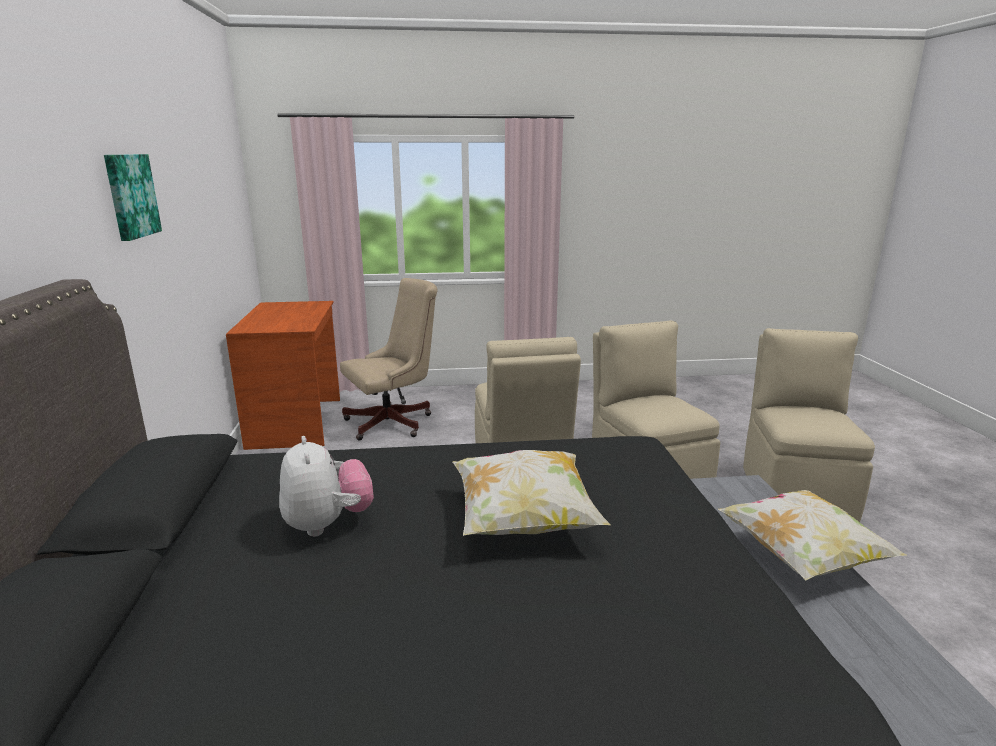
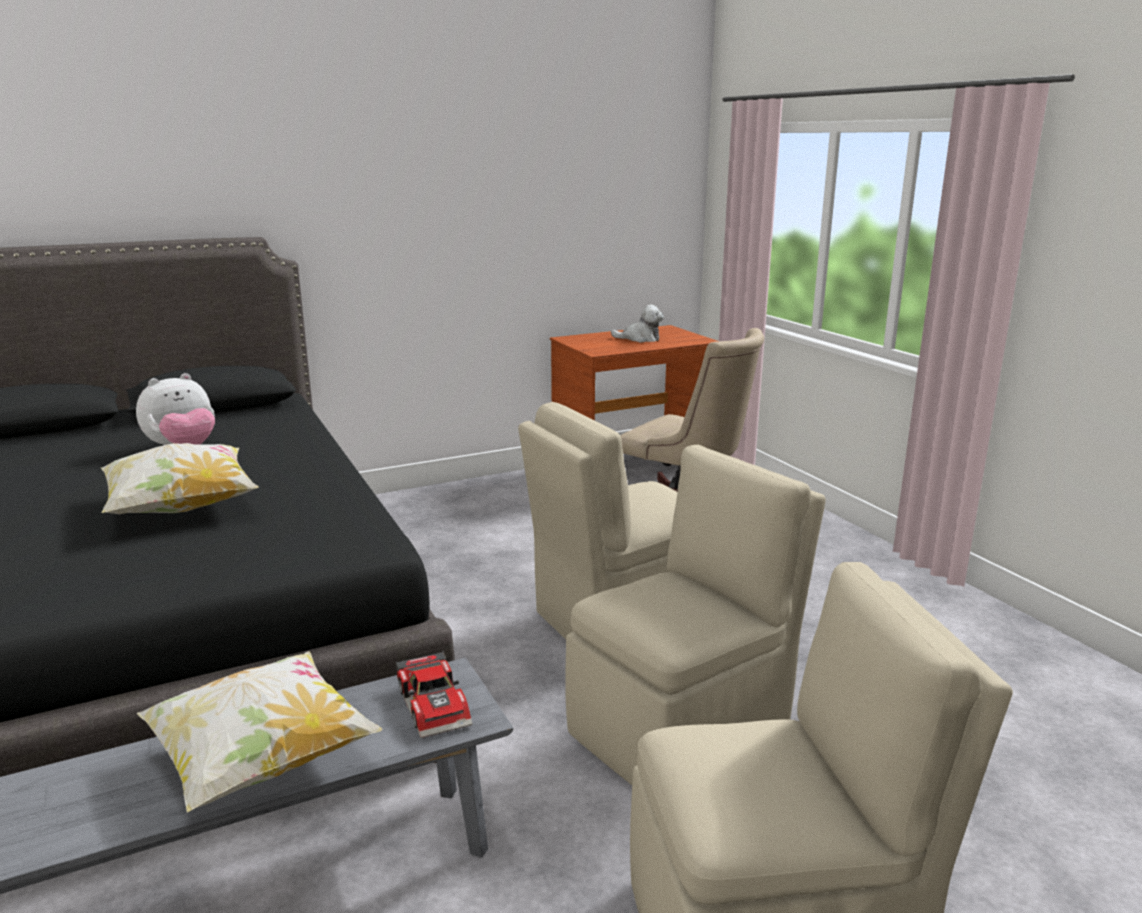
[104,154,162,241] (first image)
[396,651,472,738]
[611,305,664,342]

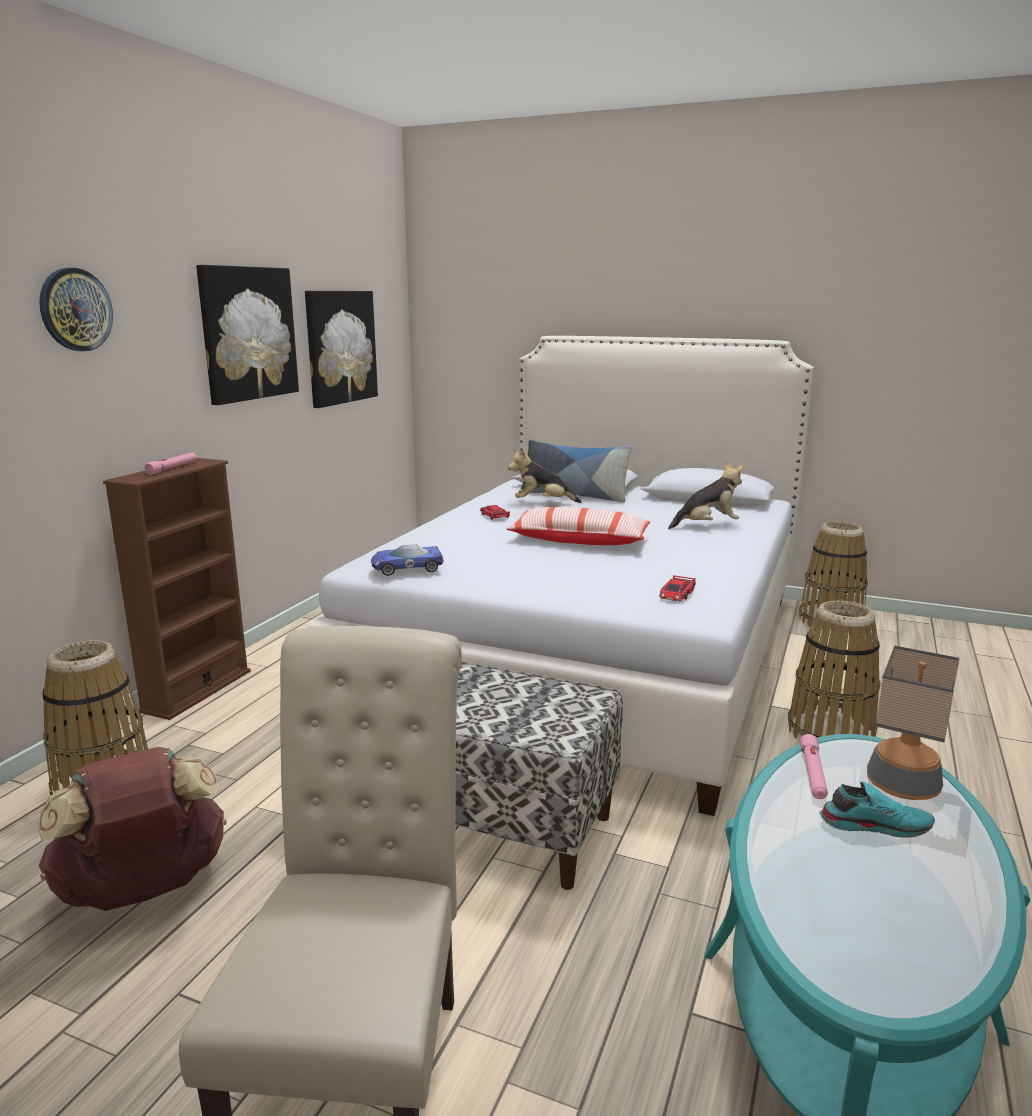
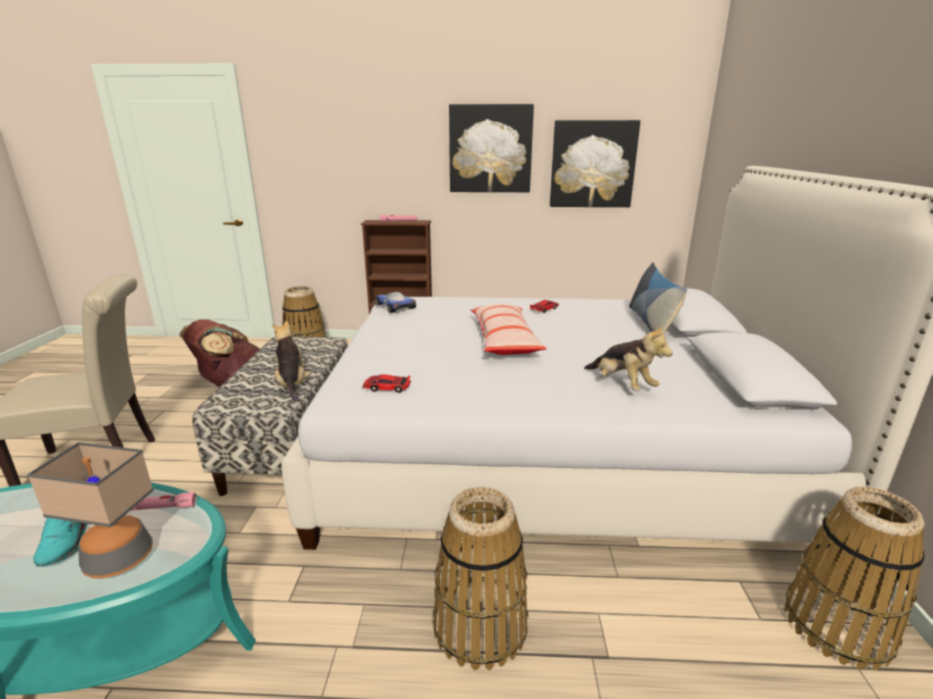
[39,268,113,351] (first image)
[272,321,311,402]

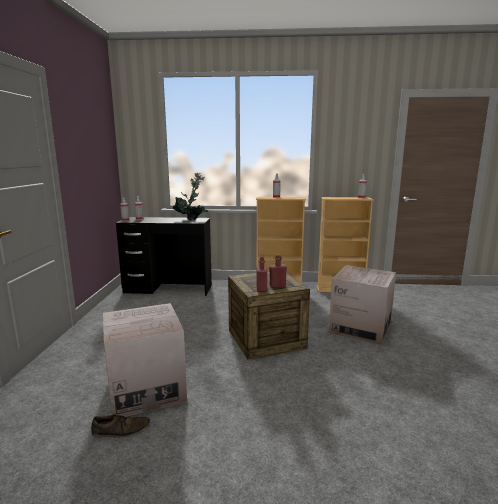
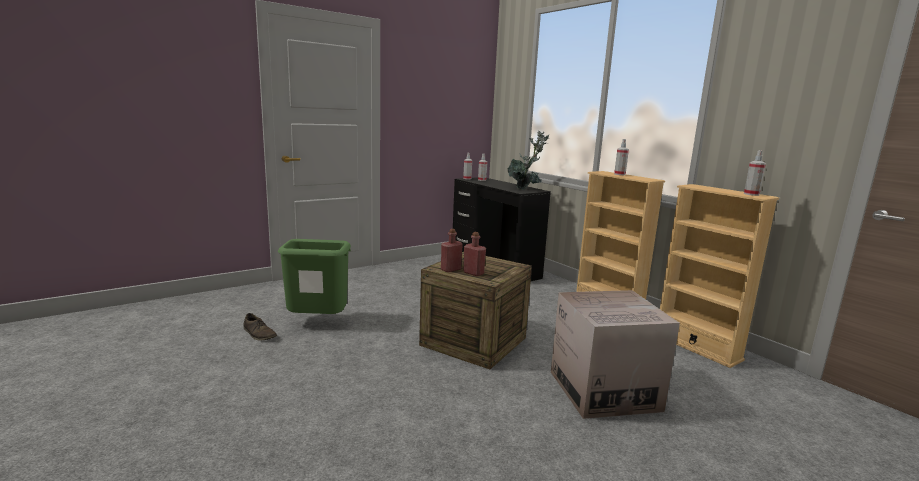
[278,239,351,314]

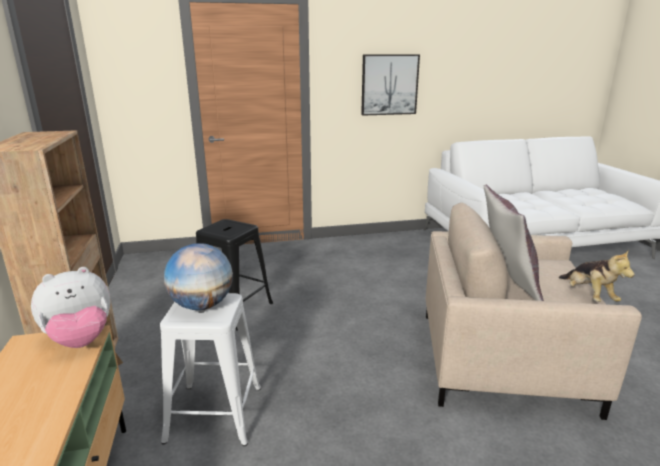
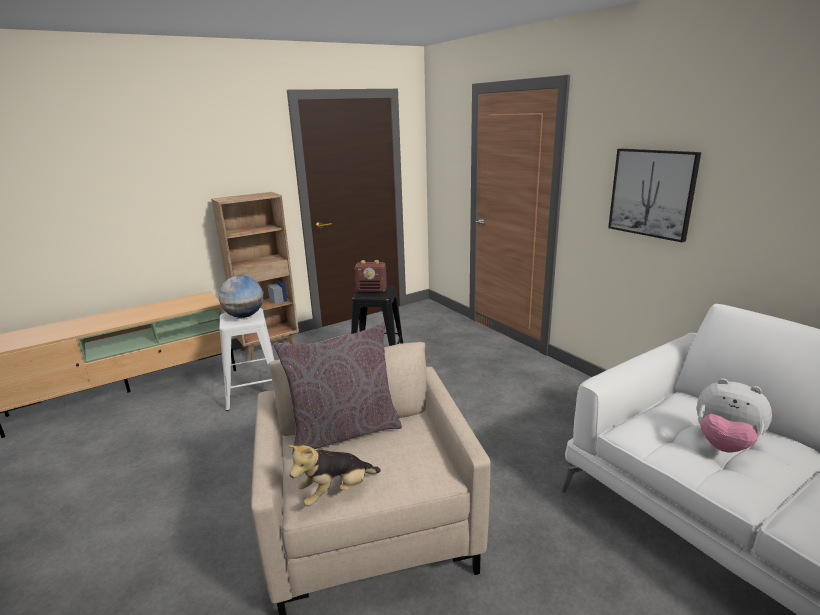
[355,260,387,293]
[697,378,772,452]

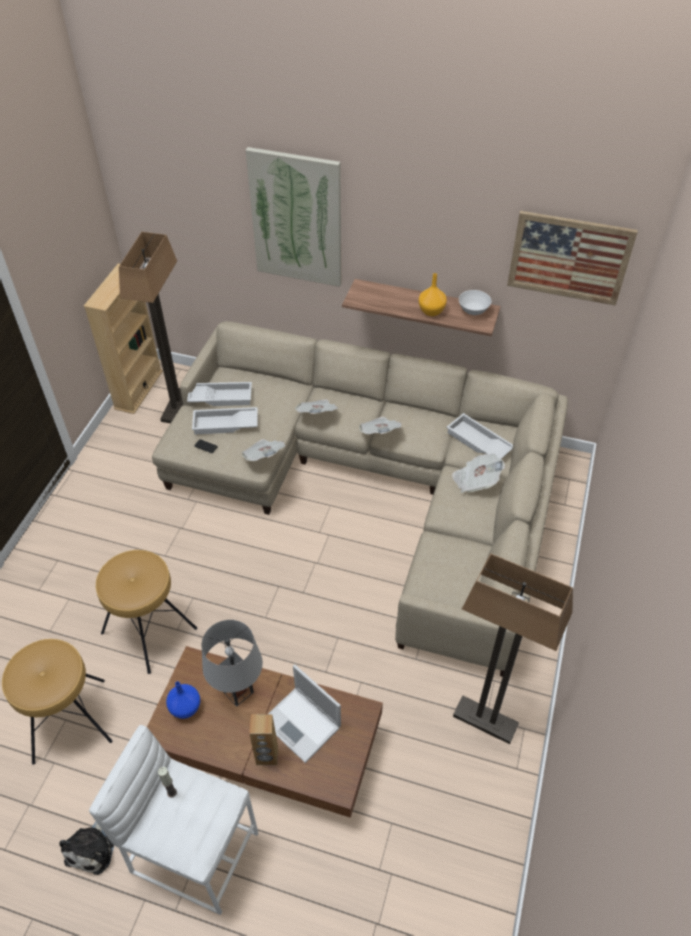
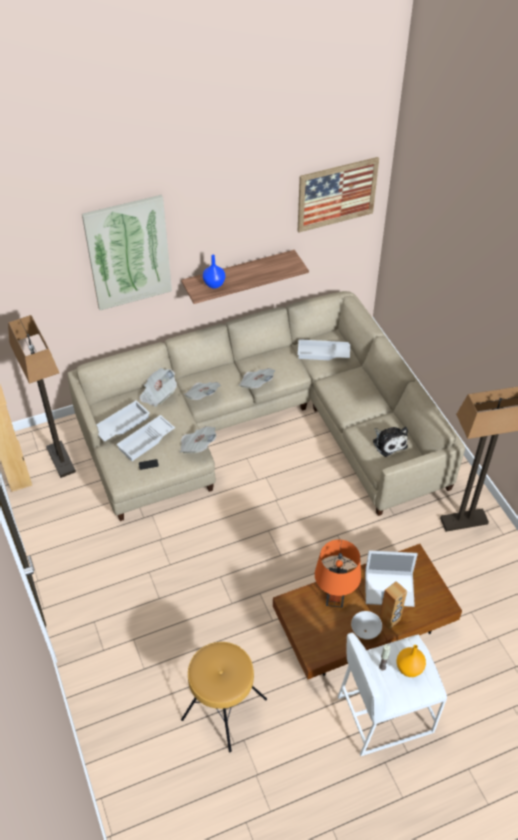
[96,550,197,674] (first image)
[373,427,408,457]
[203,255,225,289]
[397,645,426,677]
[139,368,177,407]
[351,611,382,639]
[315,540,361,608]

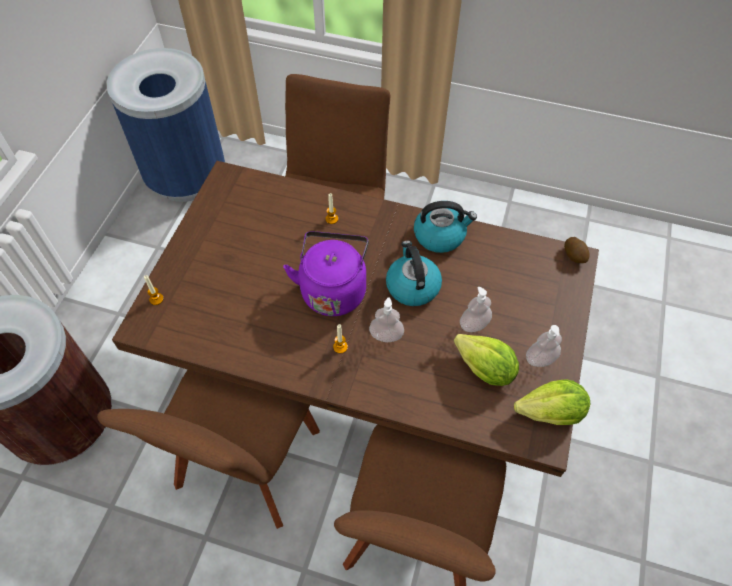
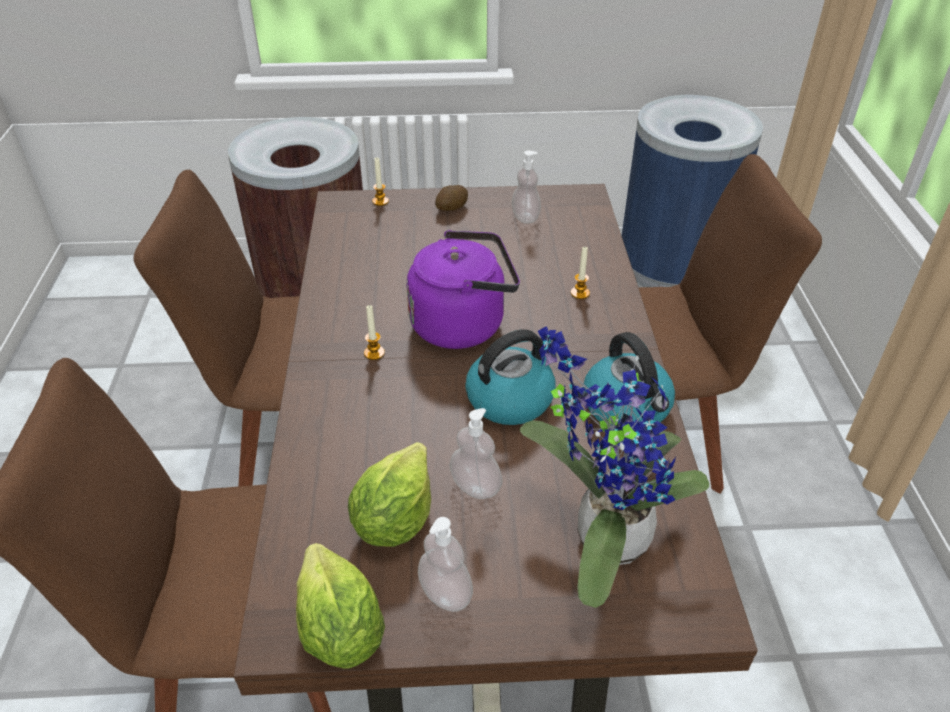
[520,326,709,608]
[512,151,541,224]
[435,185,468,211]

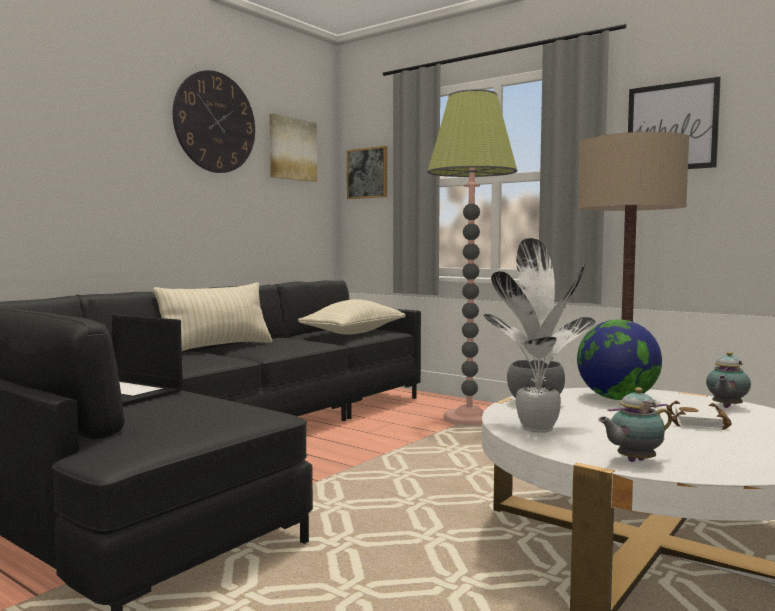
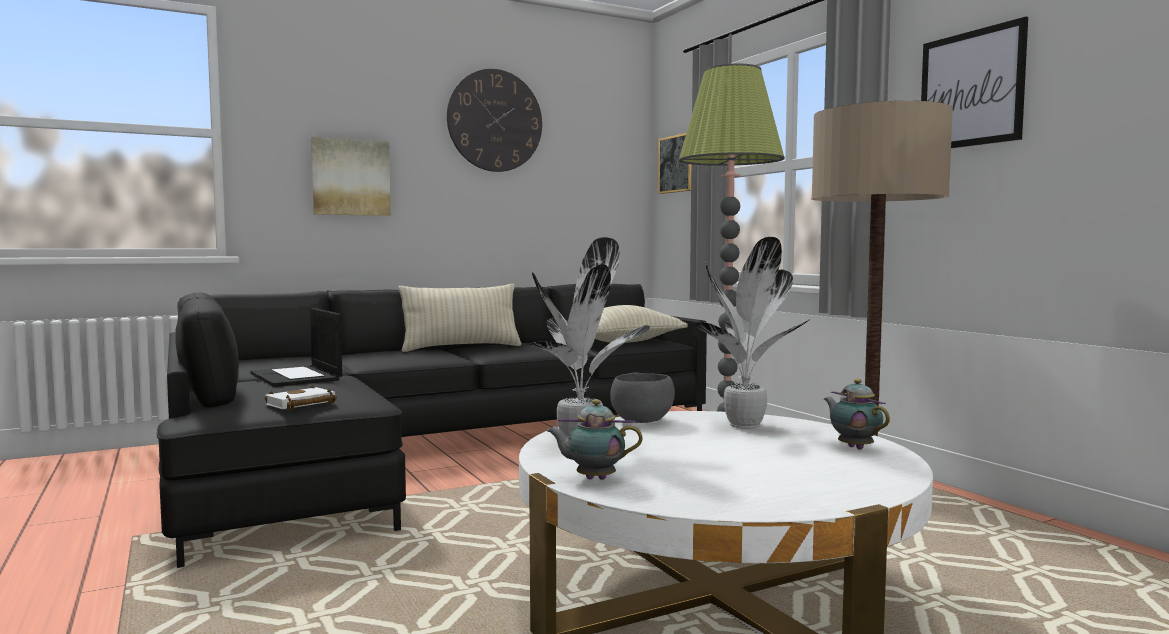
[311,137,391,216]
[265,385,337,410]
[695,237,810,429]
[824,379,890,450]

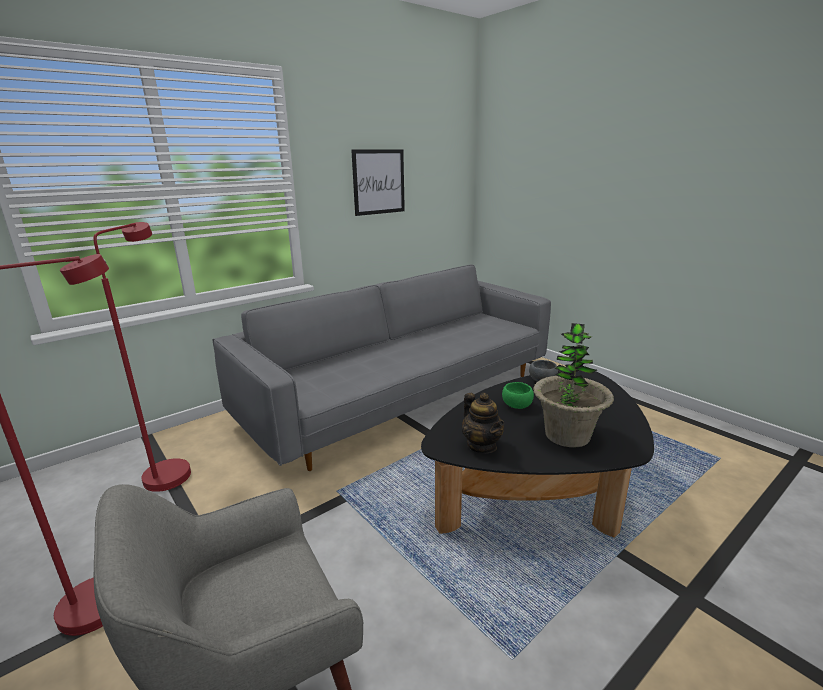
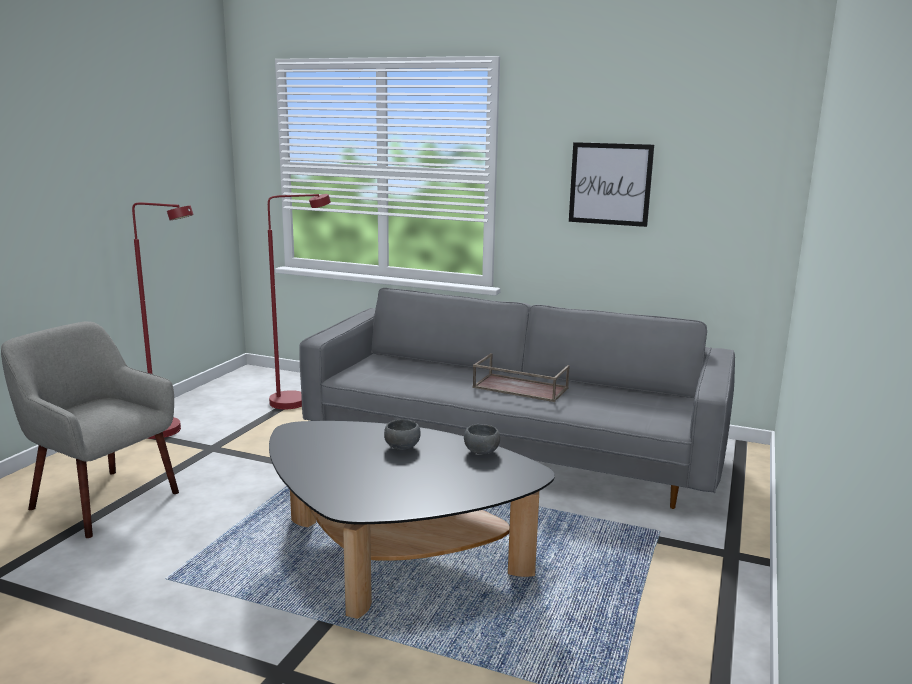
[462,393,504,453] (first image)
[533,323,614,448] (first image)
[472,353,570,402]
[384,419,420,450]

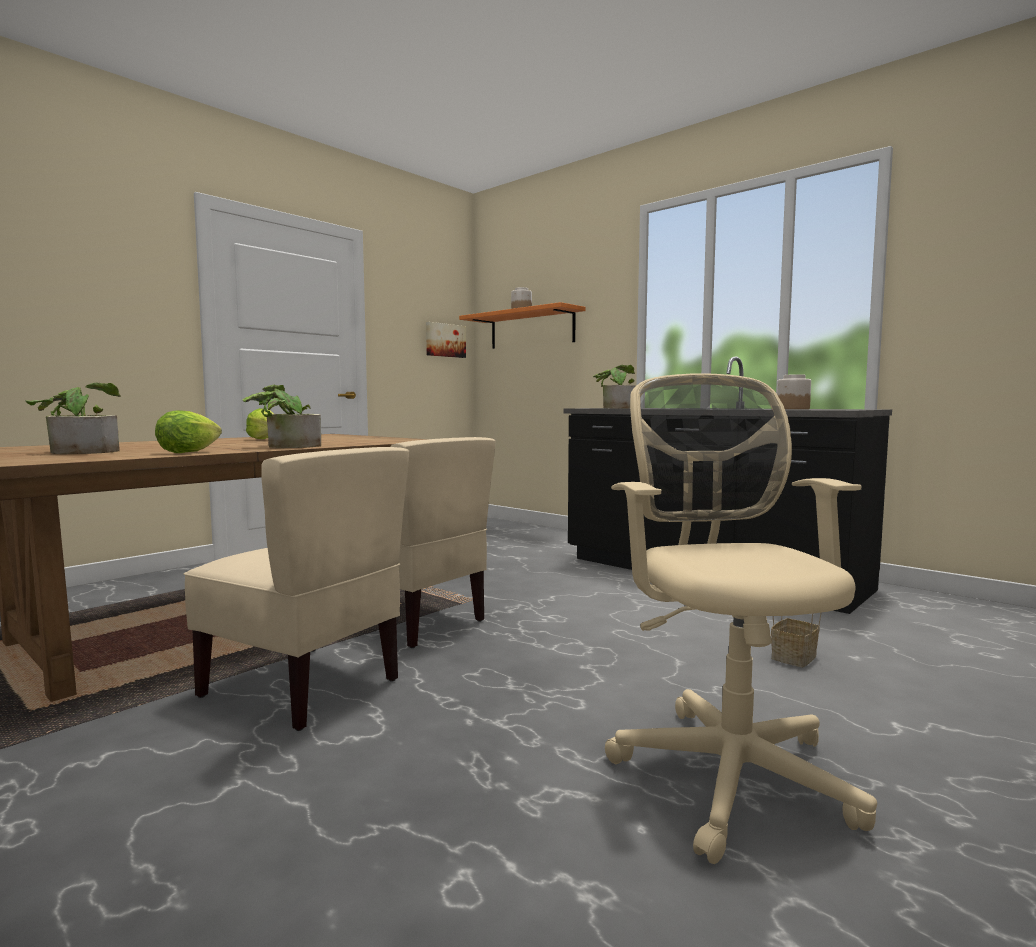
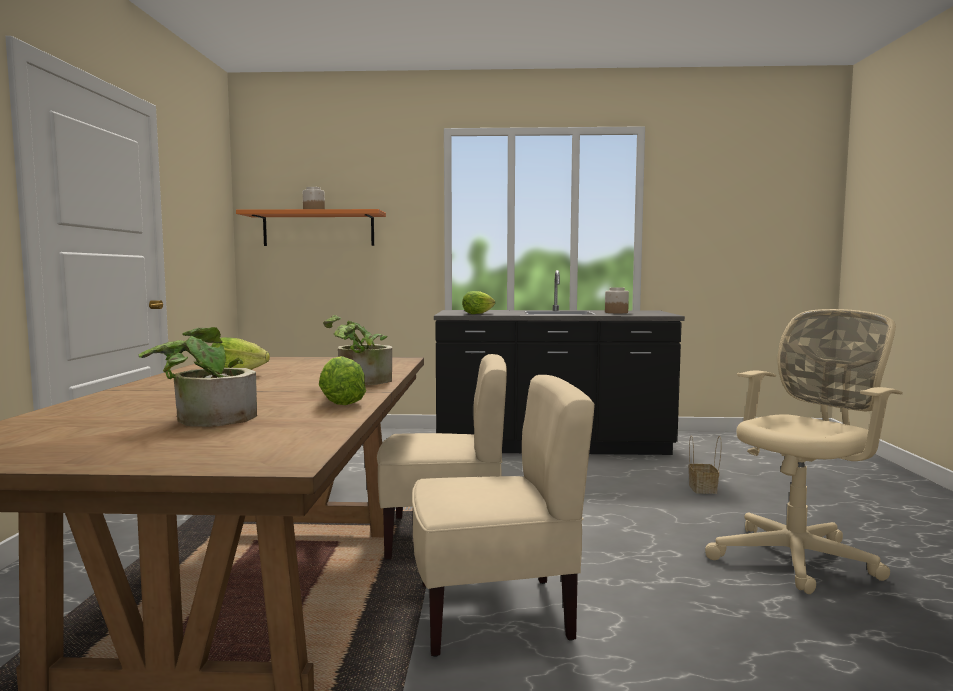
[426,322,466,358] (first image)
[462,291,495,314]
[705,309,903,594]

